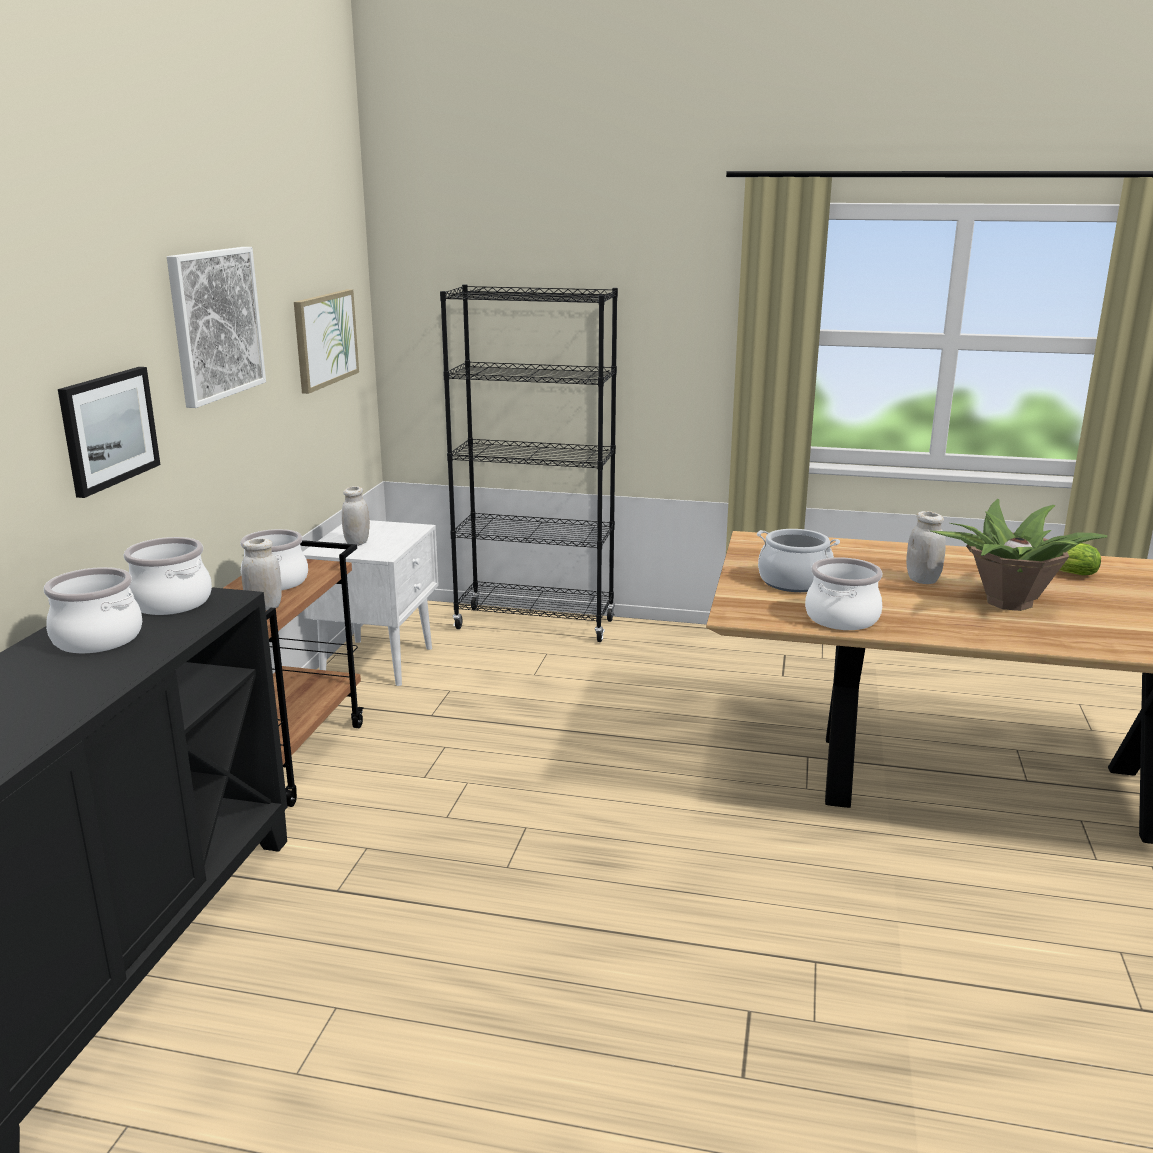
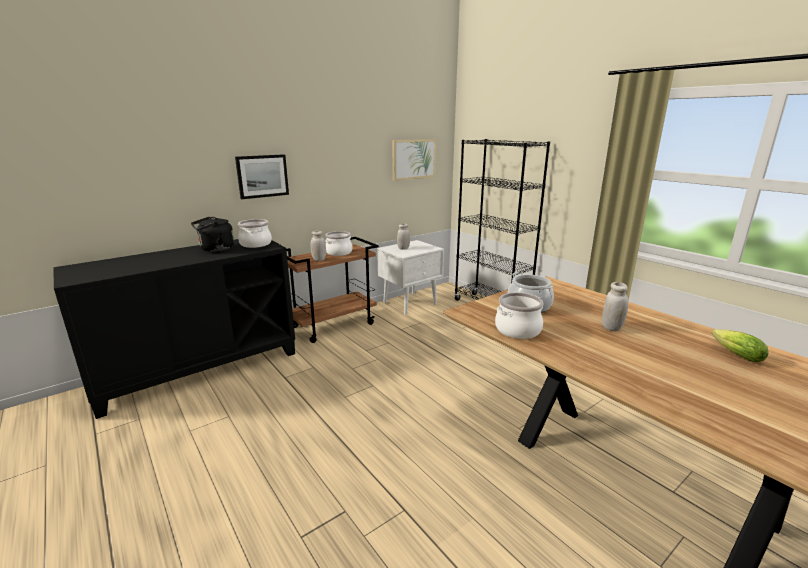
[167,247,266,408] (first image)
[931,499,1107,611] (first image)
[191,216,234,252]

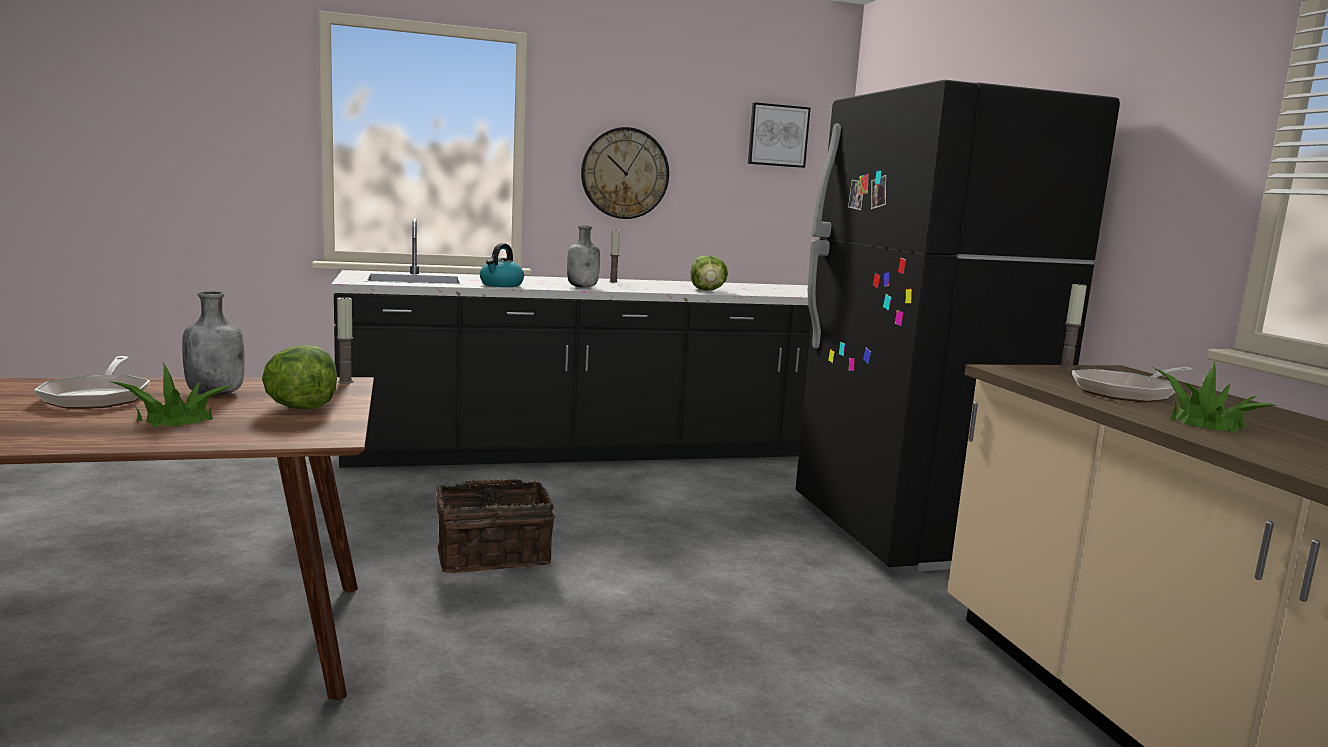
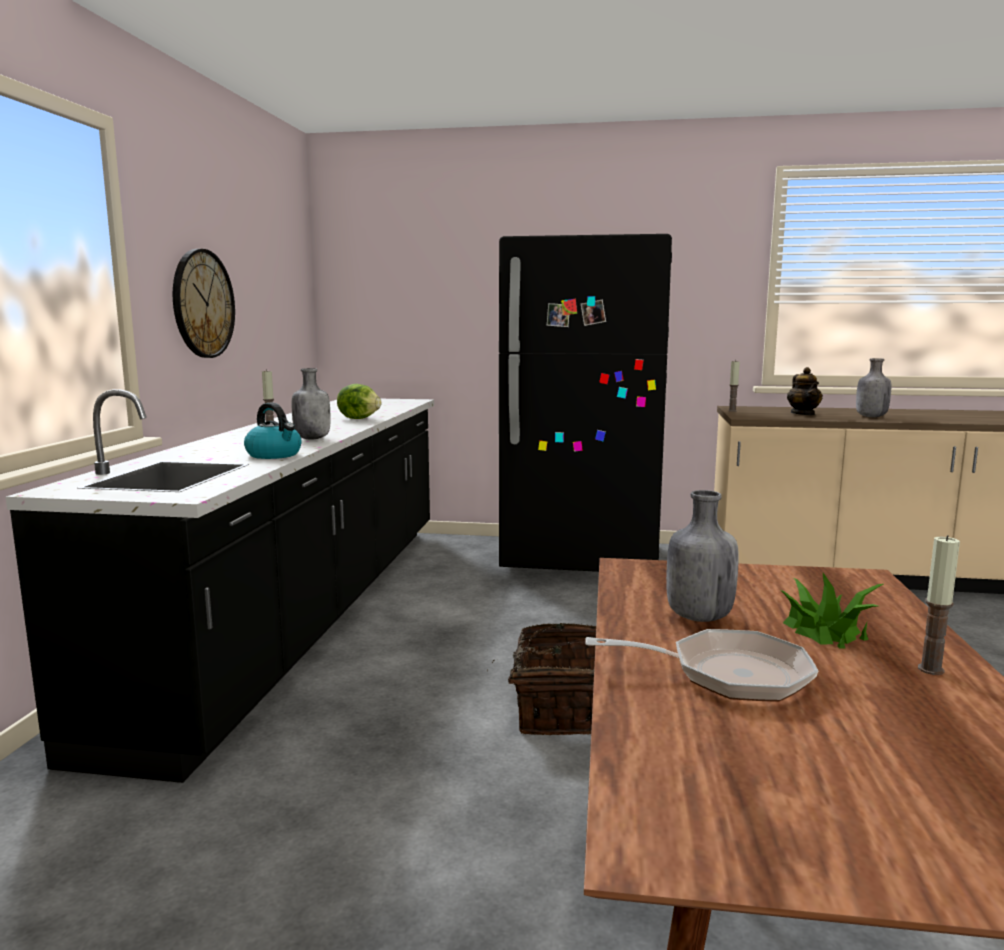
[262,345,337,409] (first image)
[748,102,810,168] (first image)
[918,535,960,675]
[787,367,823,415]
[856,358,891,417]

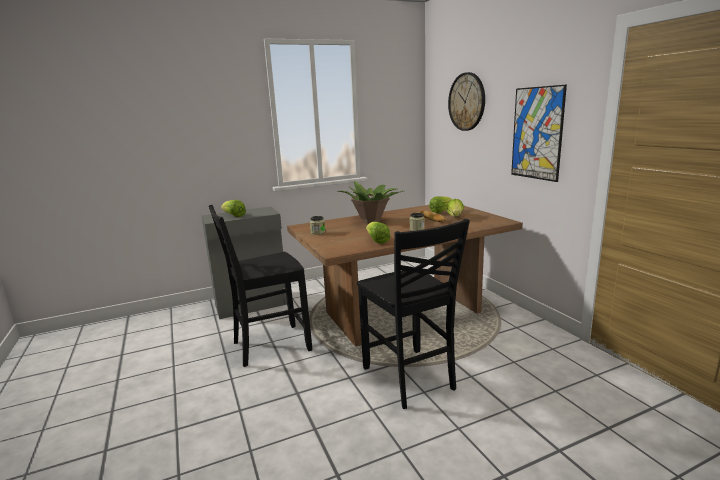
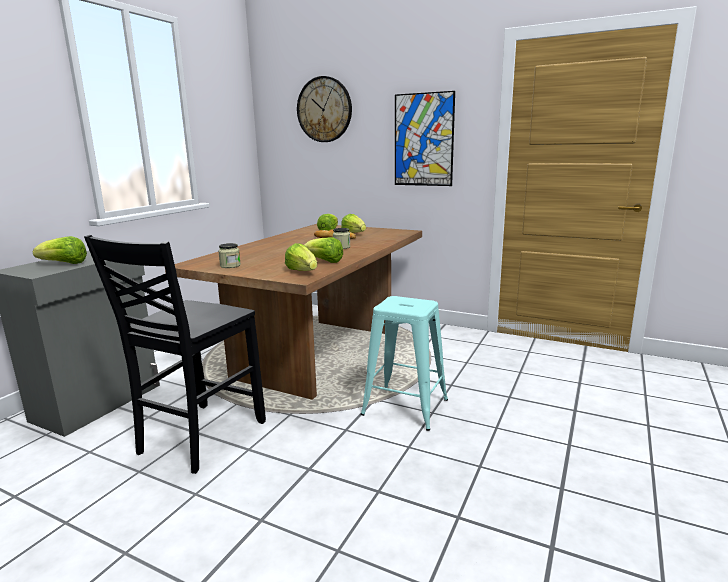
[338,181,405,224] (first image)
[285,243,317,271]
[361,296,448,431]

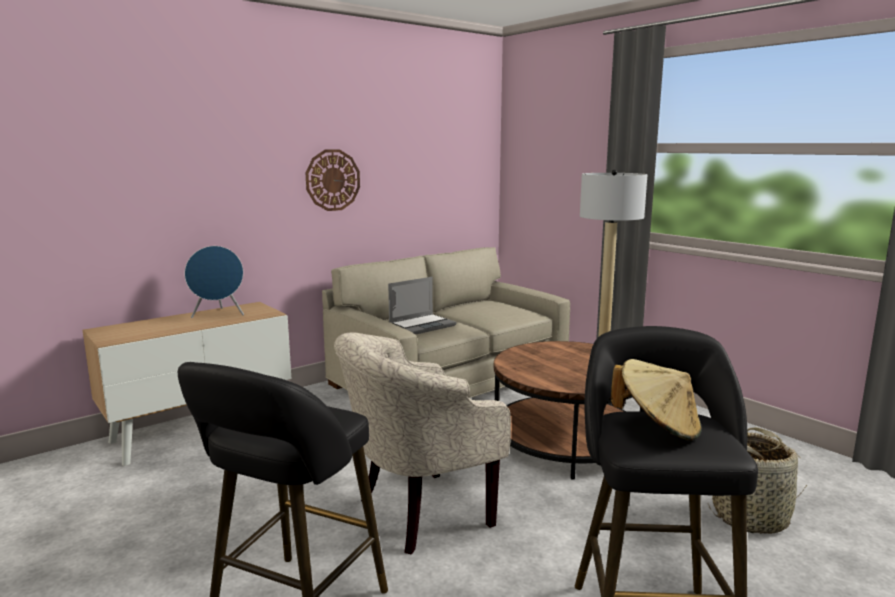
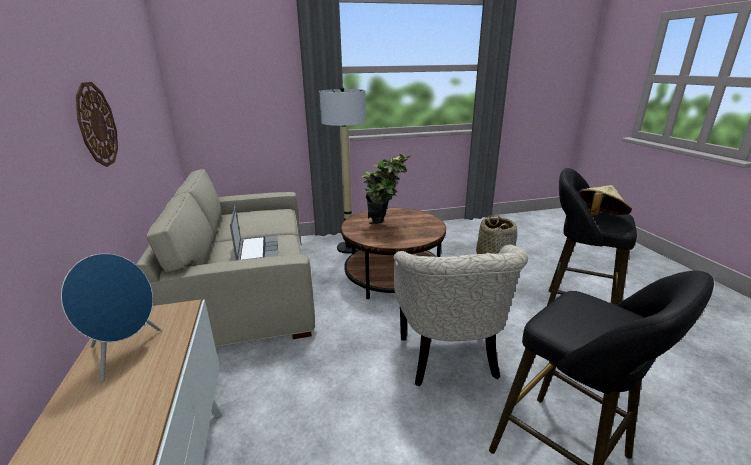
[362,154,411,224]

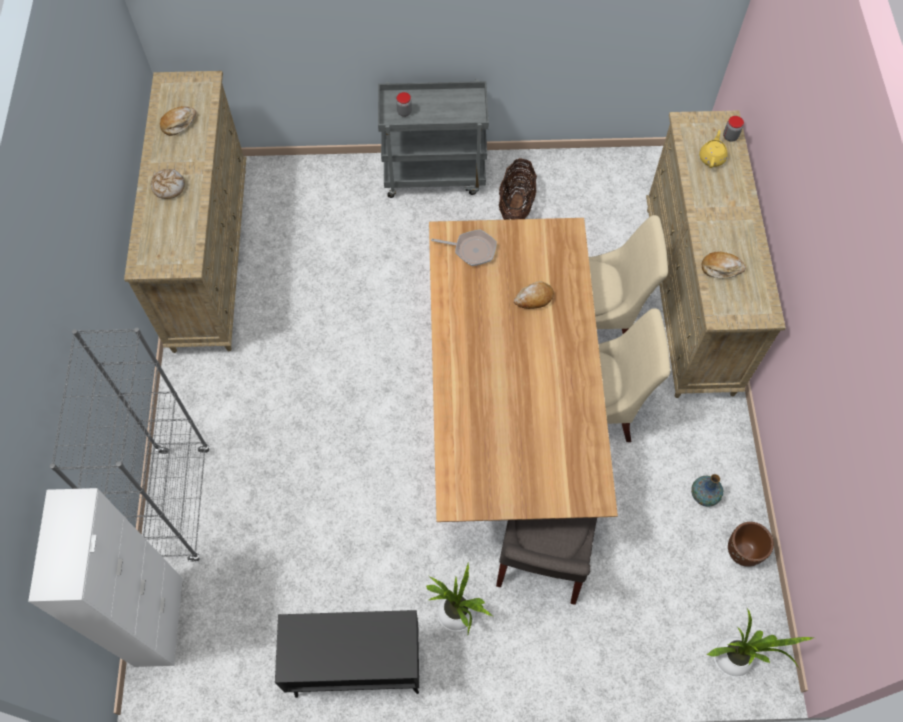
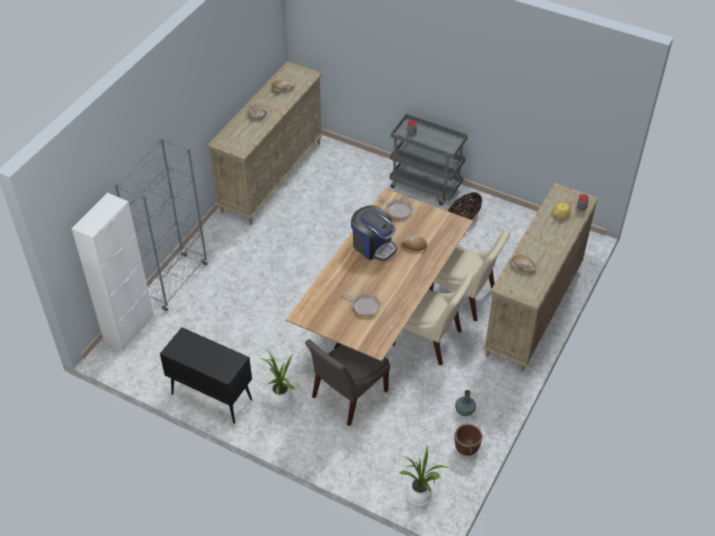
[341,291,381,316]
[351,205,397,261]

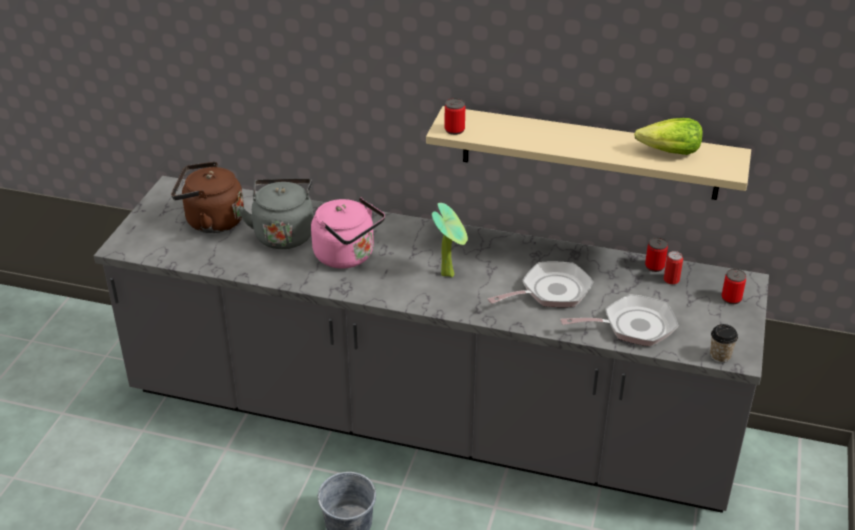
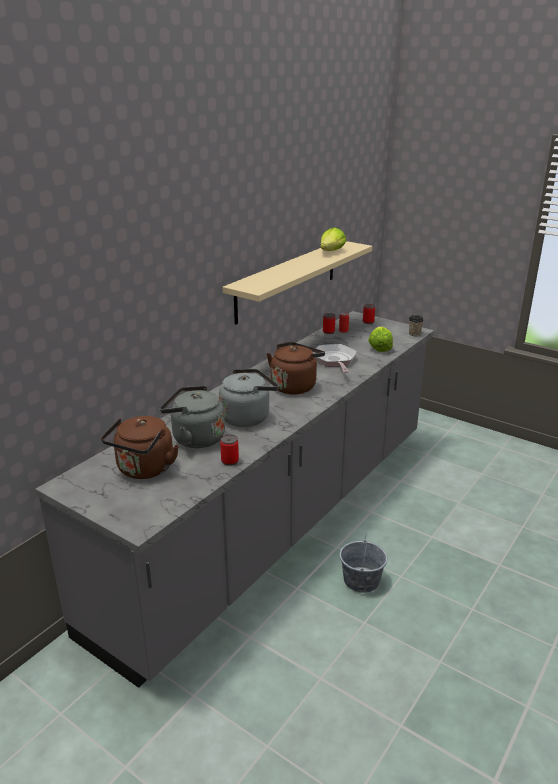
[220,435,239,466]
[267,342,325,394]
[368,326,393,352]
[219,369,279,427]

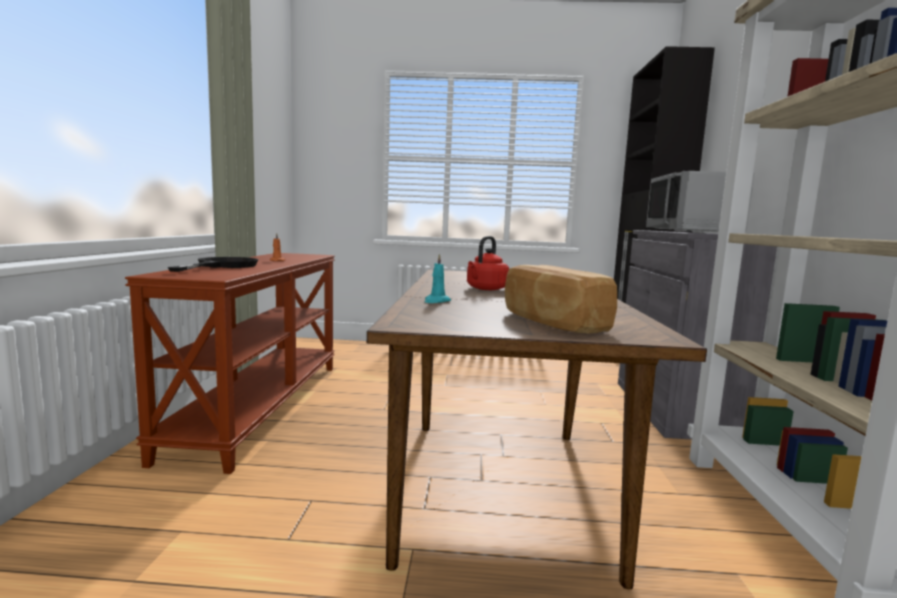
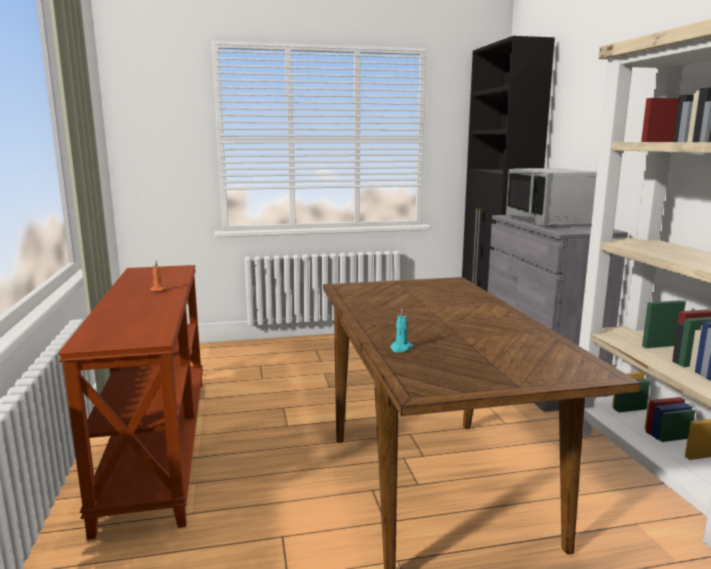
[168,257,258,272] (first image)
[467,236,509,290] (first image)
[505,265,617,334] (first image)

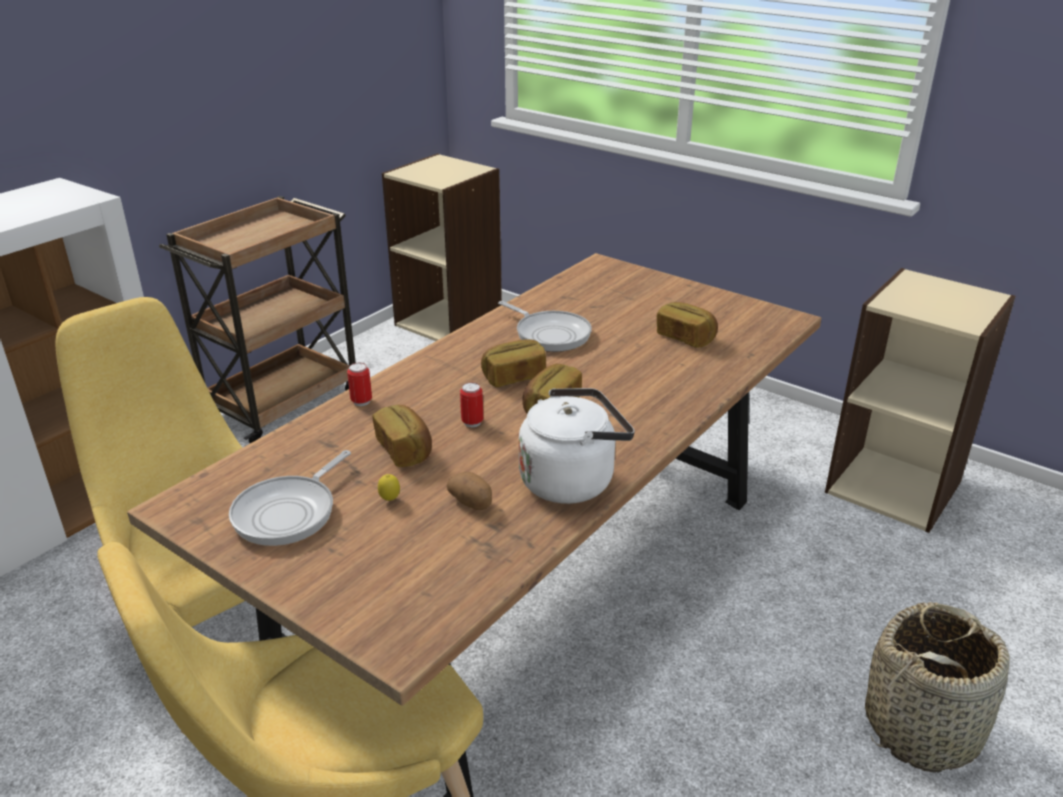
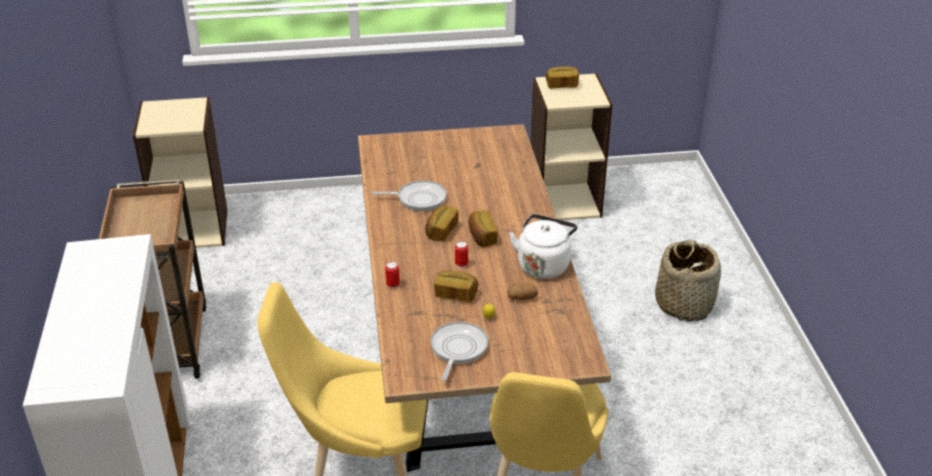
[546,66,579,89]
[431,322,488,381]

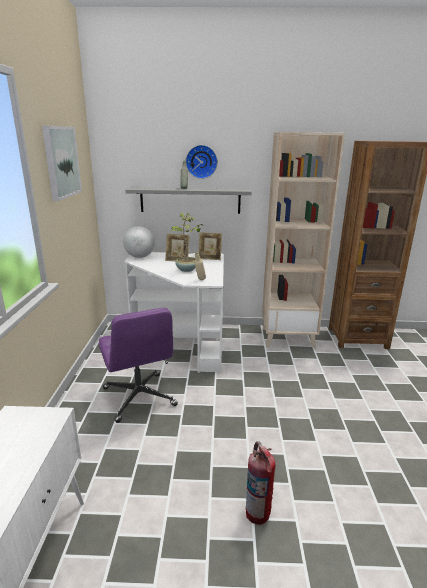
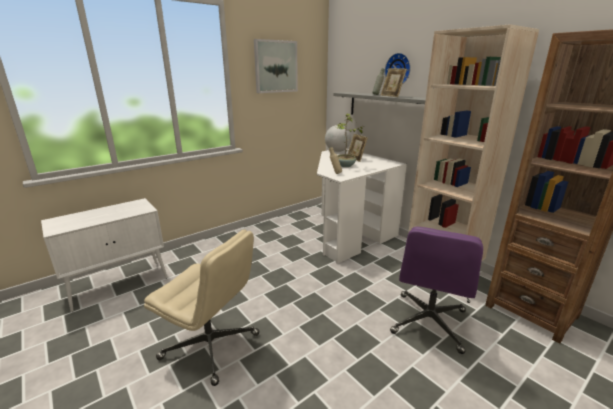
[390,227,483,354]
[381,68,407,97]
[144,229,259,386]

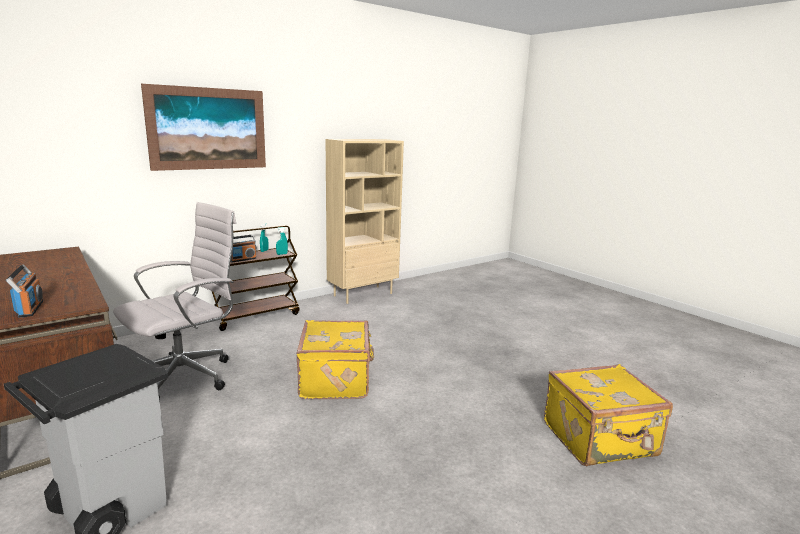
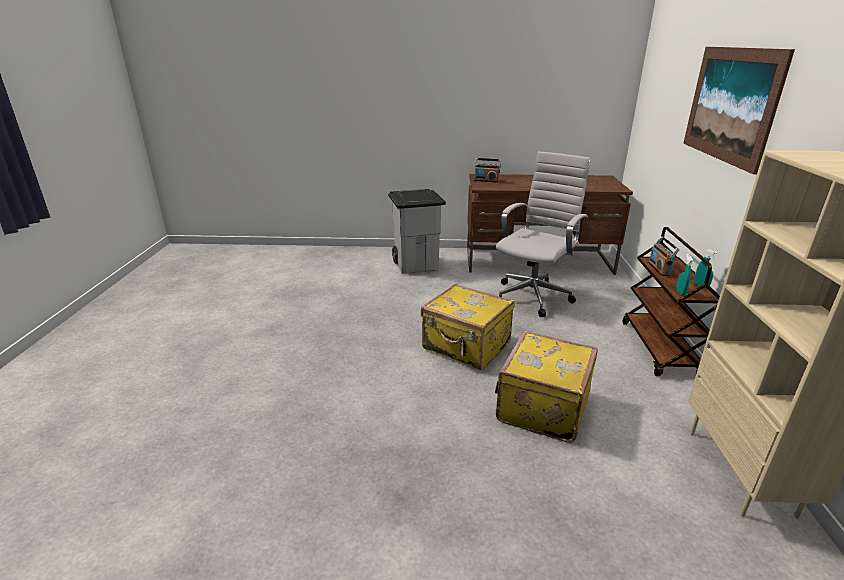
[495,331,598,443]
[496,151,590,317]

